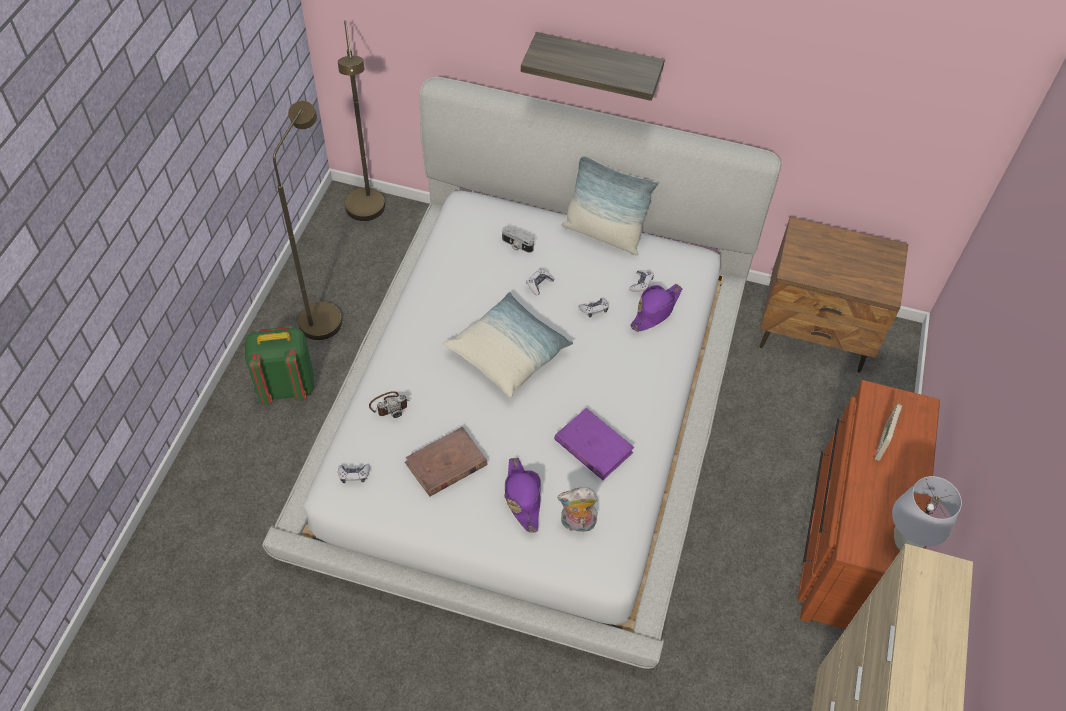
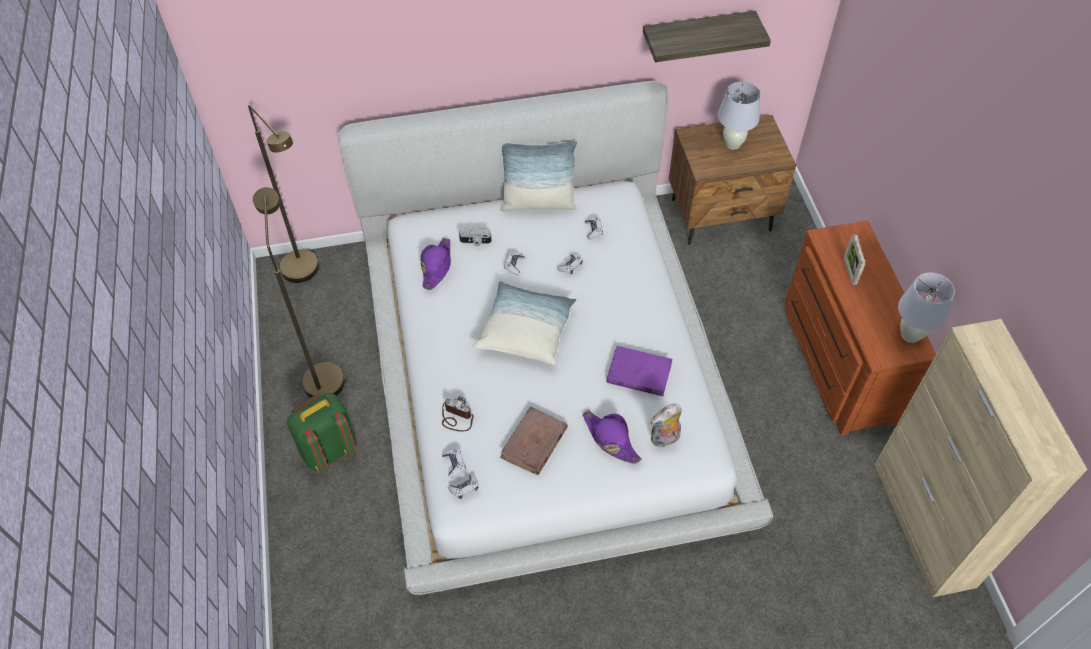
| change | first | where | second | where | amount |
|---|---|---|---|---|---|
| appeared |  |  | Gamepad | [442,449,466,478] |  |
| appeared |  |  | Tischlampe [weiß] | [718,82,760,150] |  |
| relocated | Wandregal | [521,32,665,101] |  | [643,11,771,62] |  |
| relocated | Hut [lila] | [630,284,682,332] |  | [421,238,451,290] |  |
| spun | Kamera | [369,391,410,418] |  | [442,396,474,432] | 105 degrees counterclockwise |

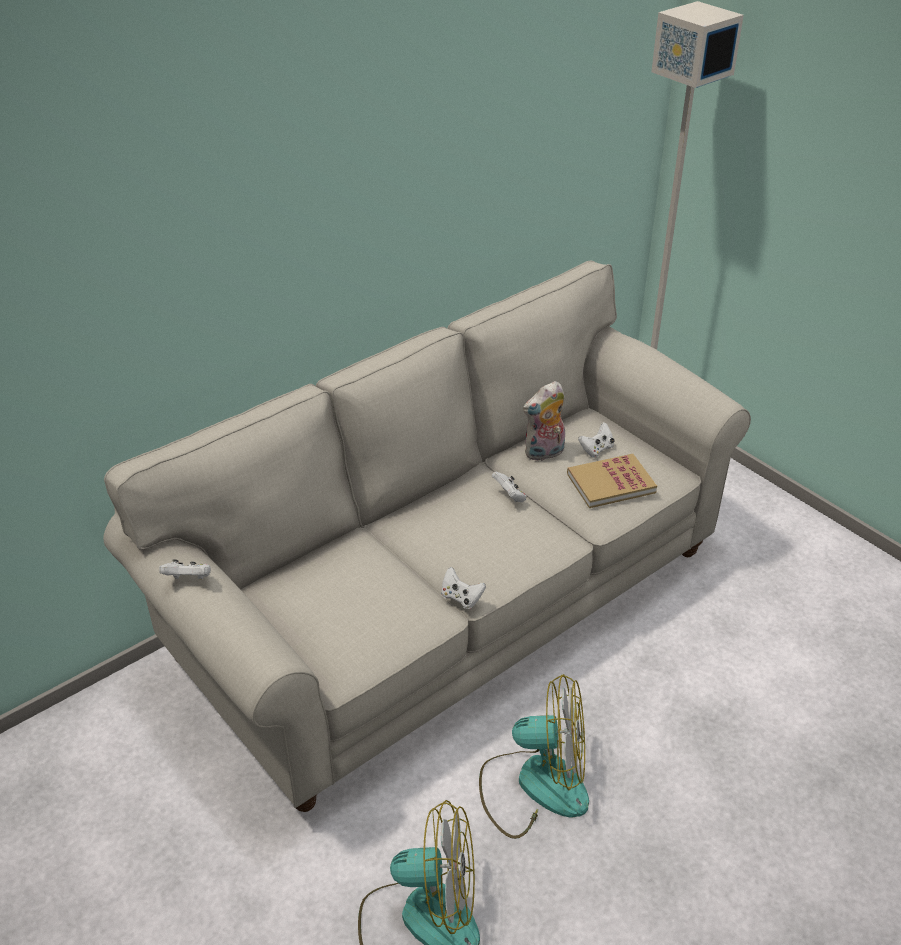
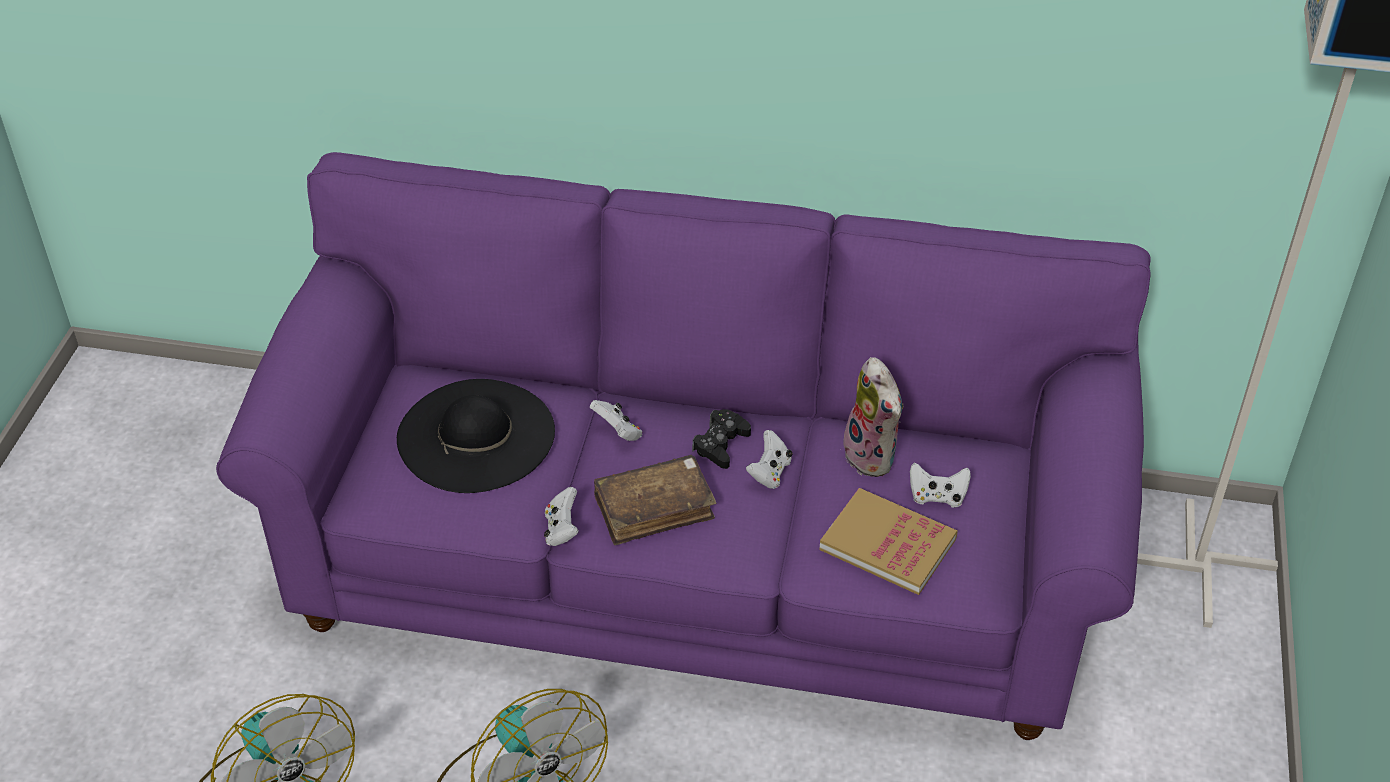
| change | first | where | second | where | amount |
|---|---|---|---|---|---|
| appeared |  |  | Hut [schwarz] | [397,379,555,493] |  |
| appeared |  |  | Buch [braun] | [594,455,716,545] |  |
| appeared |  |  | Gamepad [schwarz] | [692,409,751,469] |  |
| relocated | Gamepad [weiß] | [159,559,211,579] |  | [590,400,642,441] |  |
| colour | Sofa [beige] | [103,261,751,812] | Sofa [lila] | [216,152,1151,740] |  |
| spun | Plüschtier | [523,381,565,461] |  | [839,357,903,477] | 135 degrees counterclockwise |

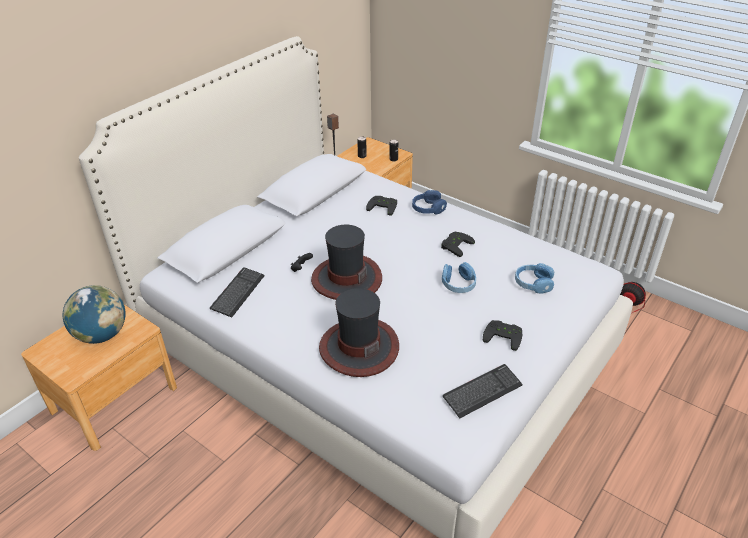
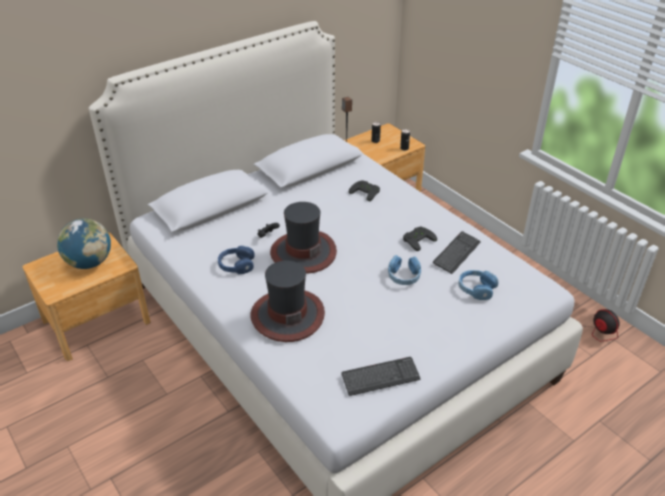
| change | first | where | second | where | amount |
|---|---|---|---|---|---|
| missing | Gamepad [schwarz] | [483,320,522,351] |  |  |  |
| relocated | Tastatur | [210,267,265,317] |  | [433,231,481,274] |  |
| relocated | Kopfhörer [blau] | [412,190,447,215] |  | [218,246,255,274] |  |

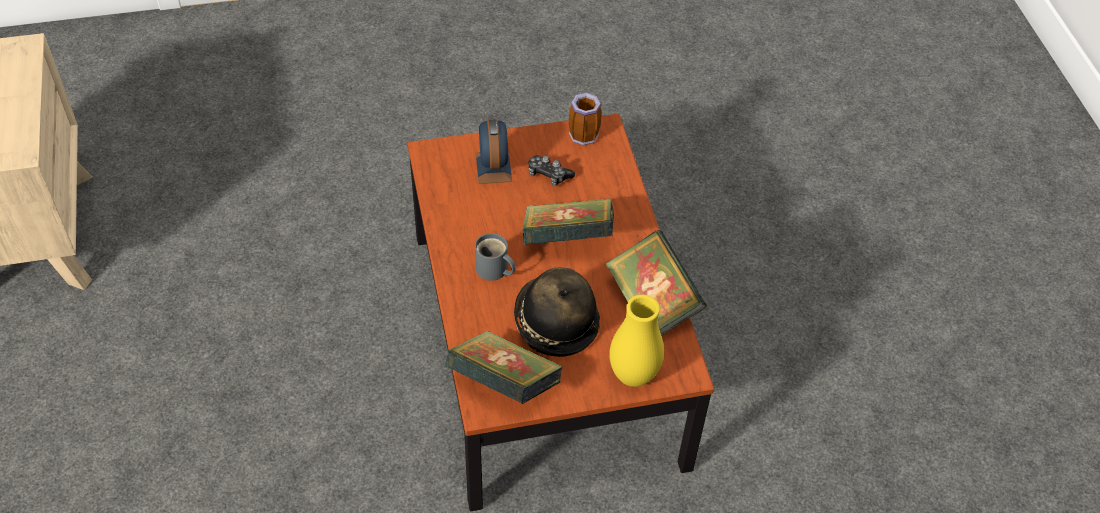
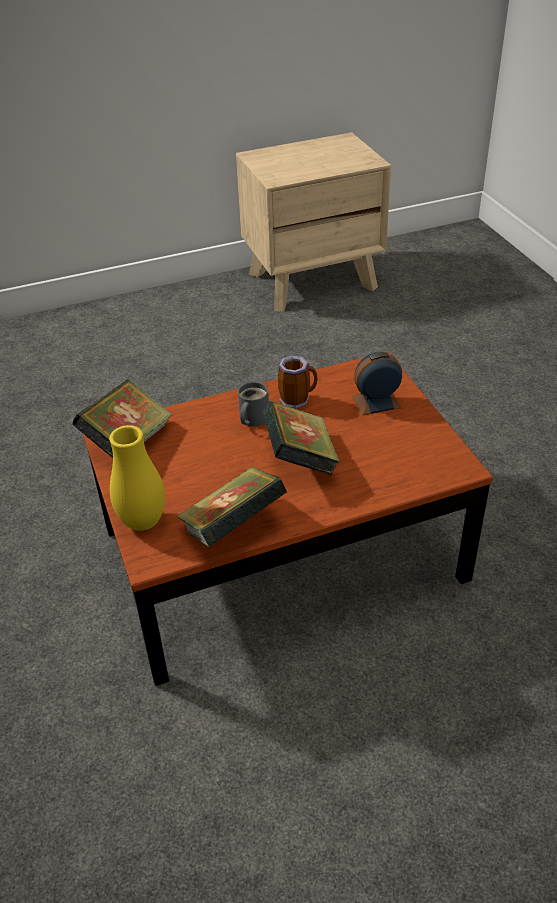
| change | first | where | second | where | amount |
|---|---|---|---|---|---|
| missing | Hut | [514,268,600,357] |  |  |  |
| missing | Gamepad | [528,155,575,186] |  |  |  |
| relocated | Henkelbecher | [569,92,602,146] |  | [278,355,318,409] |  |

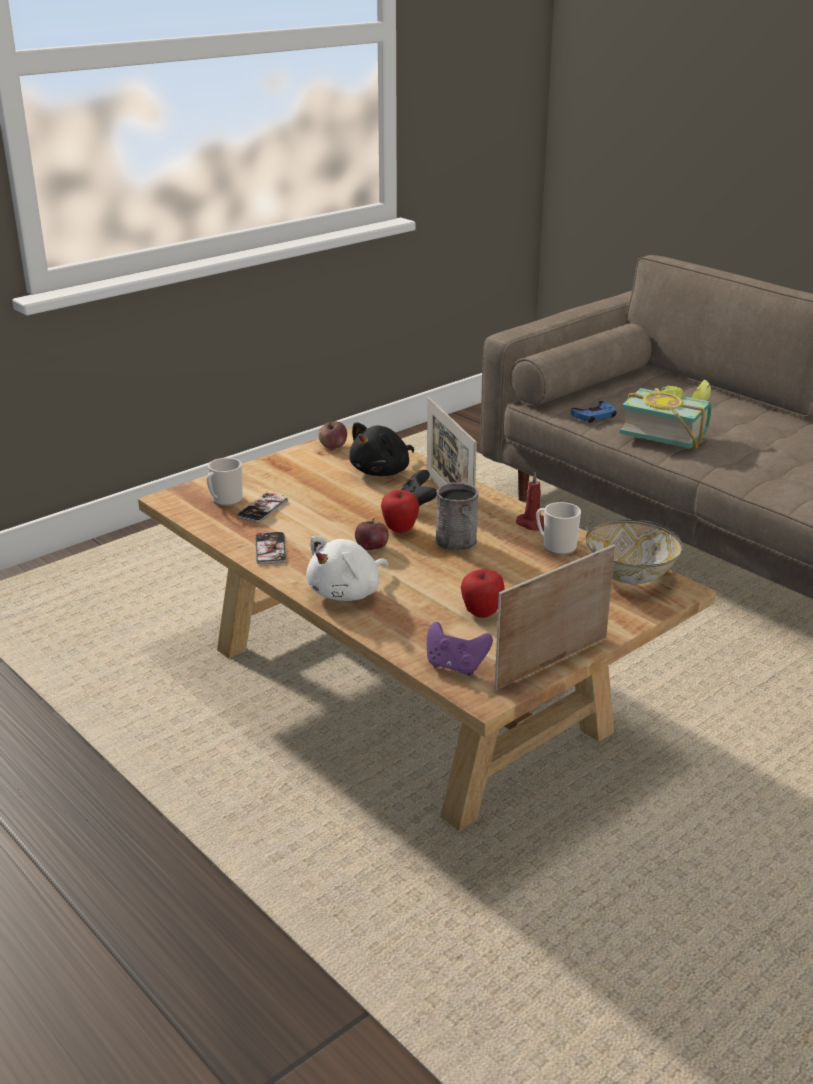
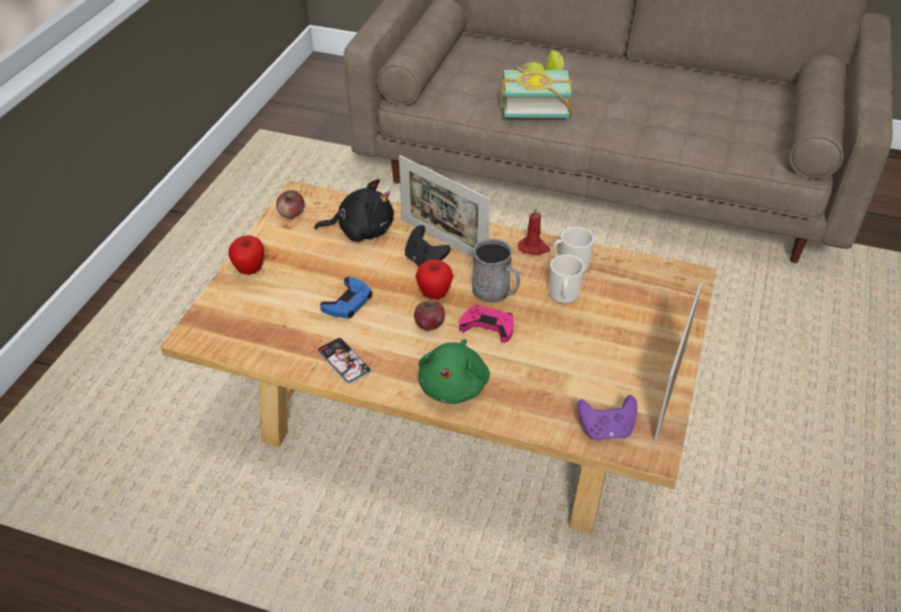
| change | first | where | second | where | amount |
|---|---|---|---|---|---|
| missing | Handy | [237,491,288,523] |  |  |  |
| missing | Schüssel | [586,520,683,584] |  |  |  |
| appeared |  |  | Gamepad [rosa] | [459,305,514,342] |  |
| relocated | Henkelbecher | [206,458,243,506] |  | [549,255,584,304] |  |
| relocated | Apfel | [461,569,505,618] |  | [228,236,264,275] |  |
| relocated | Gamepad [blau] | [571,401,617,422] |  | [320,277,372,318] |  |
| colour | Plüschtier [weiß] | [306,536,388,601] | Plüschtier [grün] | [418,339,490,404] |  |
| spun | Plüschtier [schwarz] | [349,422,414,476] |  | [314,179,394,242] | 105 degrees counterclockwise |

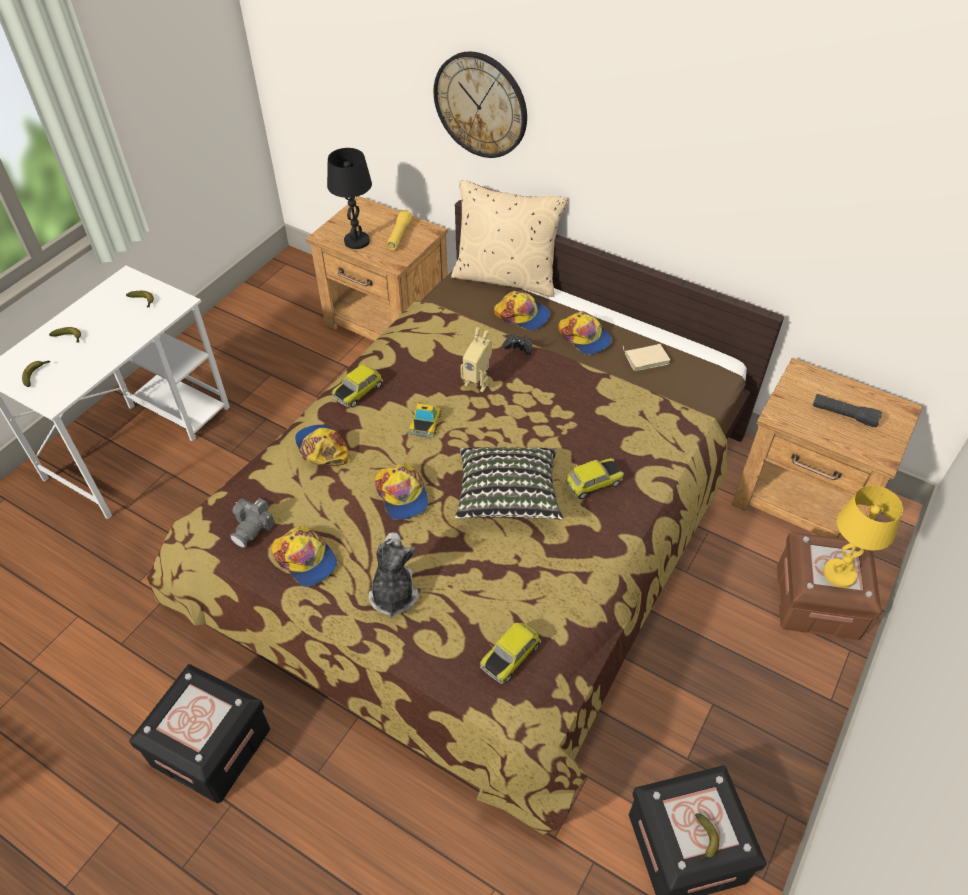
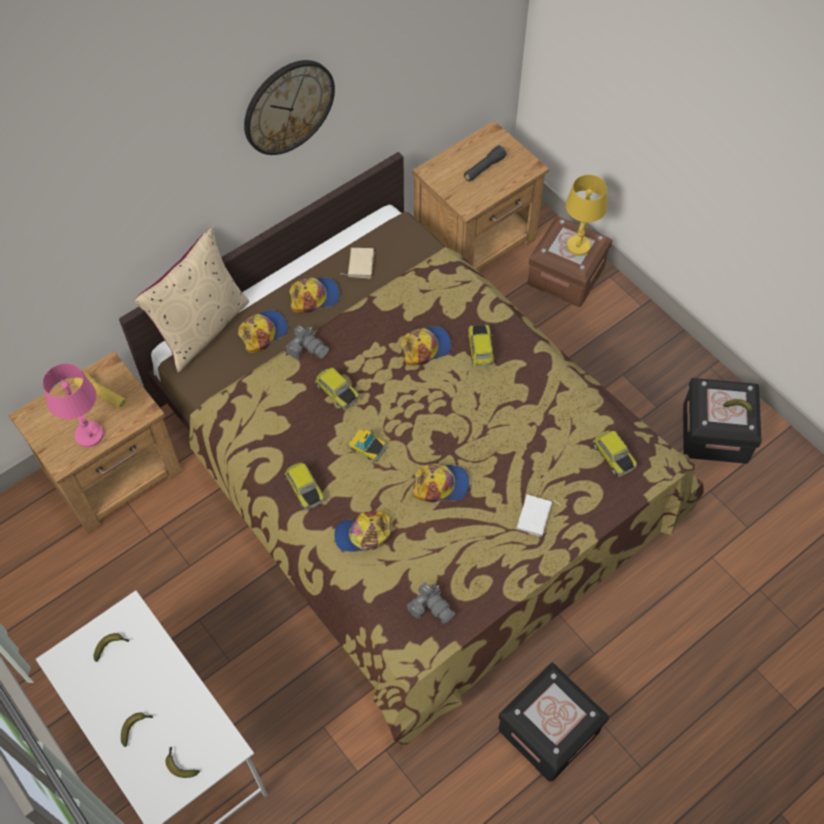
| change | first | where | second | where | amount |
|---|---|---|---|---|---|
| missing | Kissen | [455,447,563,520] |  |  |  |
| relocated | Kappe | [271,526,337,587] |  | [401,326,452,366] |  |
| relocated | Wanduhr | [433,51,527,158] |  | [244,60,335,155] |  |
| exchanged | Plüschtier | [369,532,419,618] | Buch [weiß] | [516,494,560,537] |  |
| exchanged | Spielzeugroboter | [460,327,492,392] | Spielzeugauto | [315,368,360,410] |  |
| exchanged | Gamepad [schwarz] | [502,334,532,355] | Kamera | [285,325,329,359] |  |
| colour | Tischlampe [schwarz] | [327,148,372,249] | Tischlampe [rosa] | [43,364,104,447] |  |

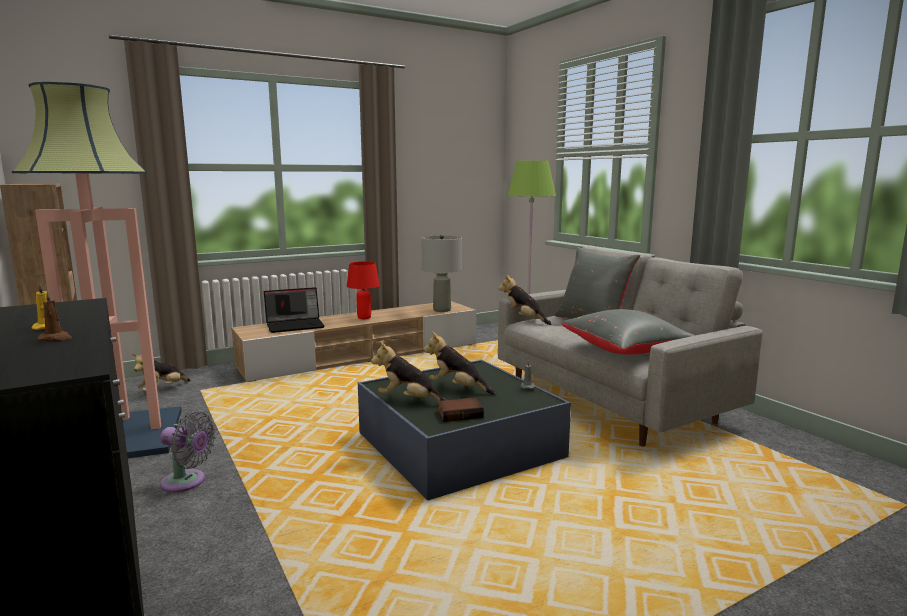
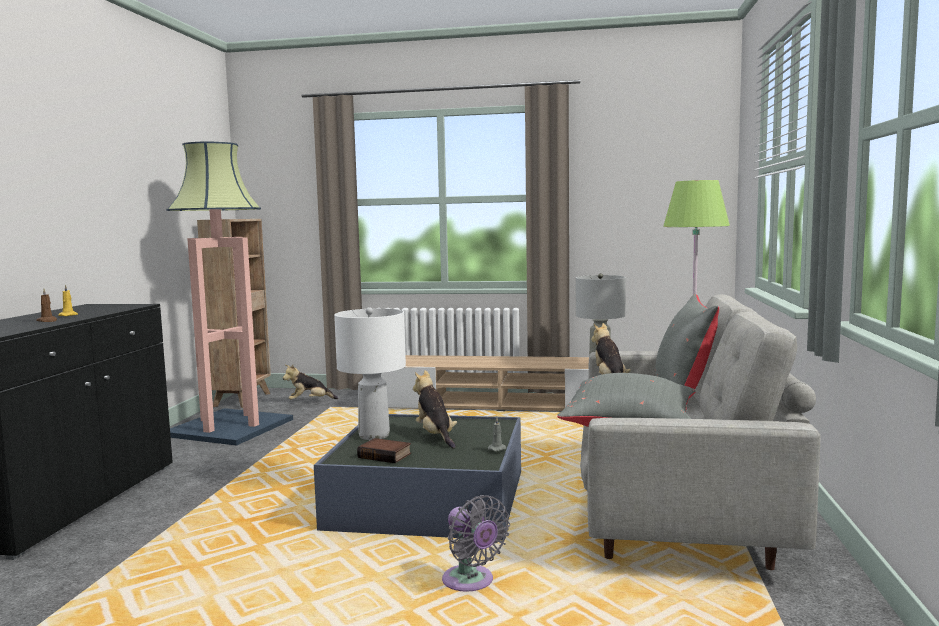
| change | first | where | second | where | amount |
|---|---|---|---|---|---|
| missing | Laptop | [264,287,325,333] |  |  |  |
| missing | Tischlampe [rot] | [347,261,380,319] |  |  |  |
| relocated | Ventilator [grau] | [160,412,216,493] |  | [442,495,510,592] |  |
| exchanged | Plüschtier | [371,341,447,401] | Tischlampe [weiß] | [334,307,406,440] |  |

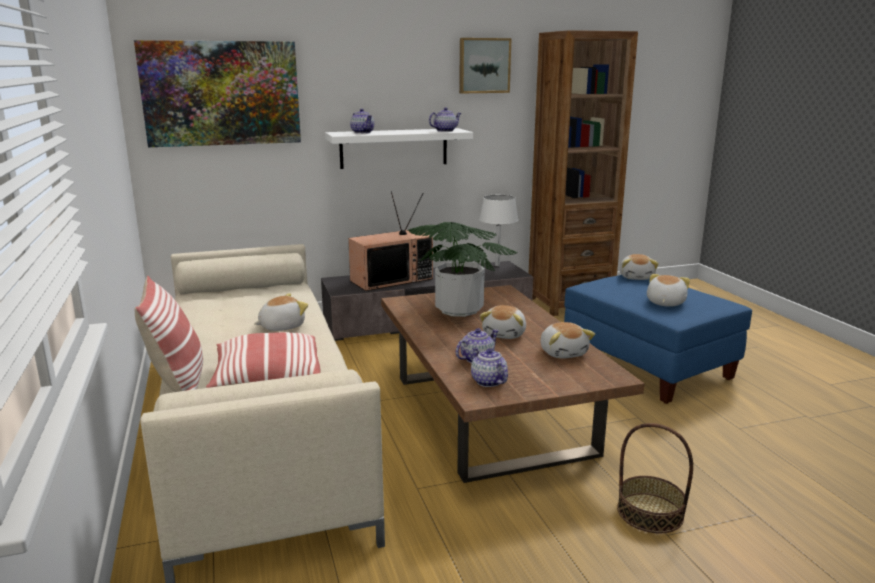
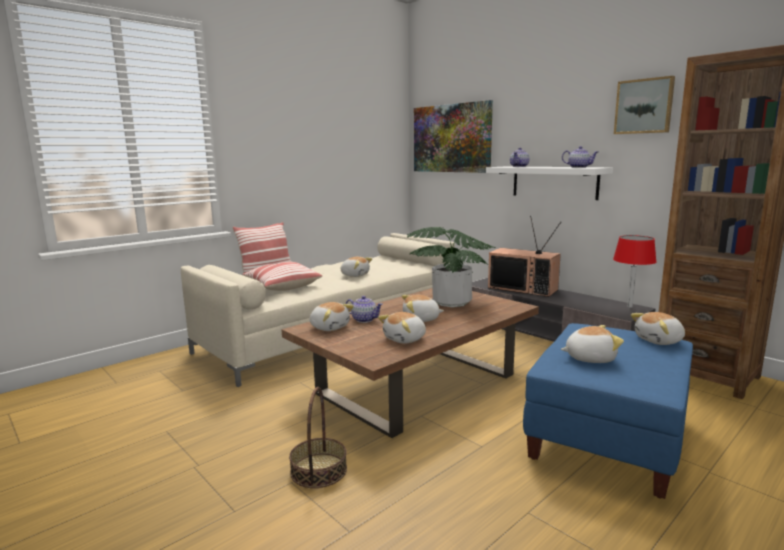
| change | first | where | second | where | amount |
|---|---|---|---|---|---|
| exchanged | Teekanne | [471,347,508,387] | Plüschtier | [310,302,354,331] |  |
| colour | Tischlampe [weiß] | [479,195,518,266] | Tischlampe [rot] | [613,235,657,308] |  |

